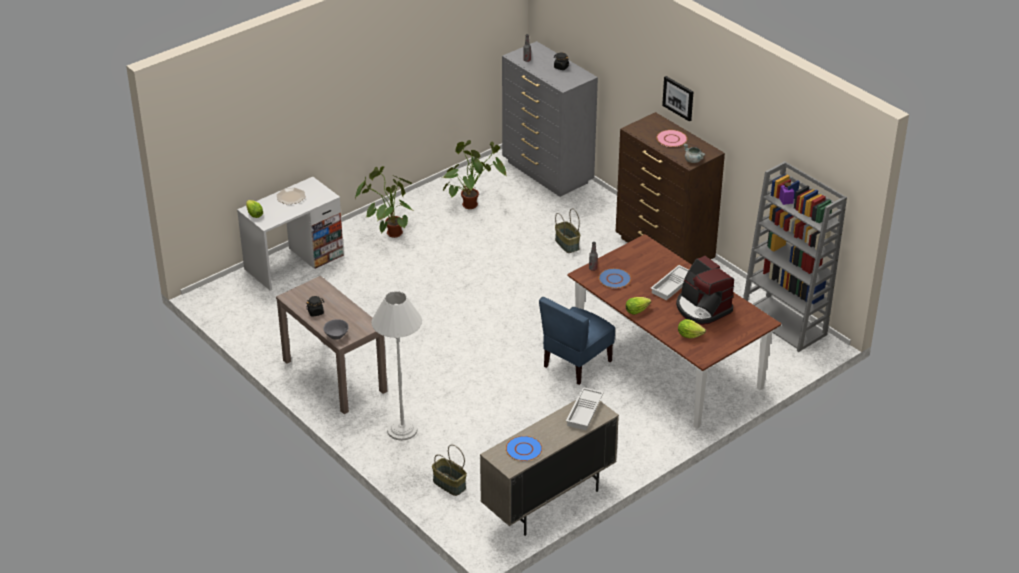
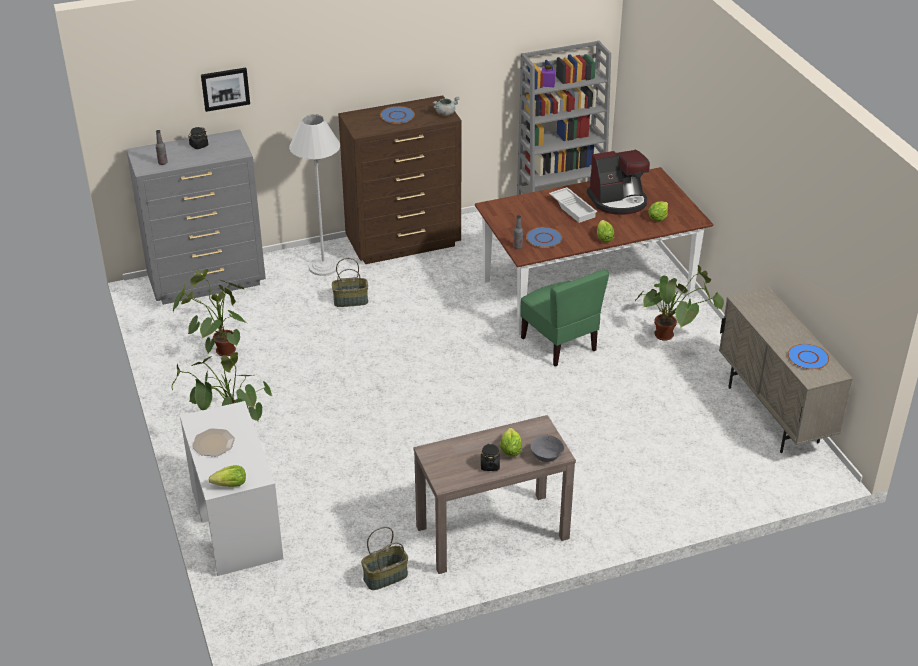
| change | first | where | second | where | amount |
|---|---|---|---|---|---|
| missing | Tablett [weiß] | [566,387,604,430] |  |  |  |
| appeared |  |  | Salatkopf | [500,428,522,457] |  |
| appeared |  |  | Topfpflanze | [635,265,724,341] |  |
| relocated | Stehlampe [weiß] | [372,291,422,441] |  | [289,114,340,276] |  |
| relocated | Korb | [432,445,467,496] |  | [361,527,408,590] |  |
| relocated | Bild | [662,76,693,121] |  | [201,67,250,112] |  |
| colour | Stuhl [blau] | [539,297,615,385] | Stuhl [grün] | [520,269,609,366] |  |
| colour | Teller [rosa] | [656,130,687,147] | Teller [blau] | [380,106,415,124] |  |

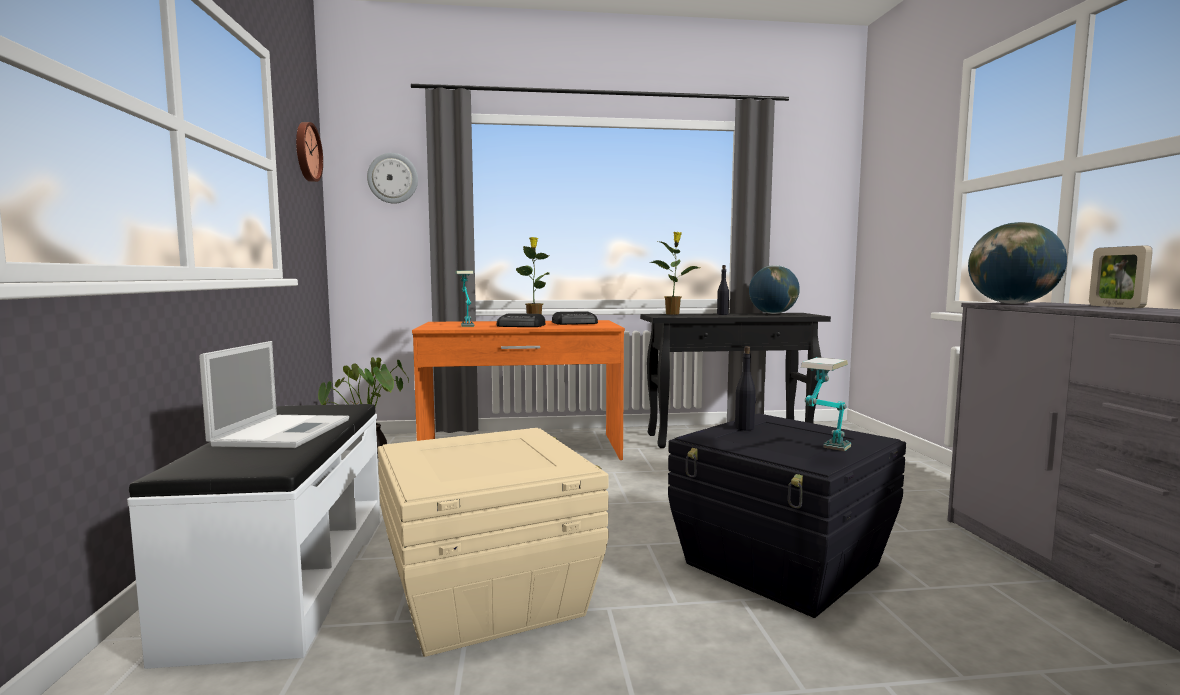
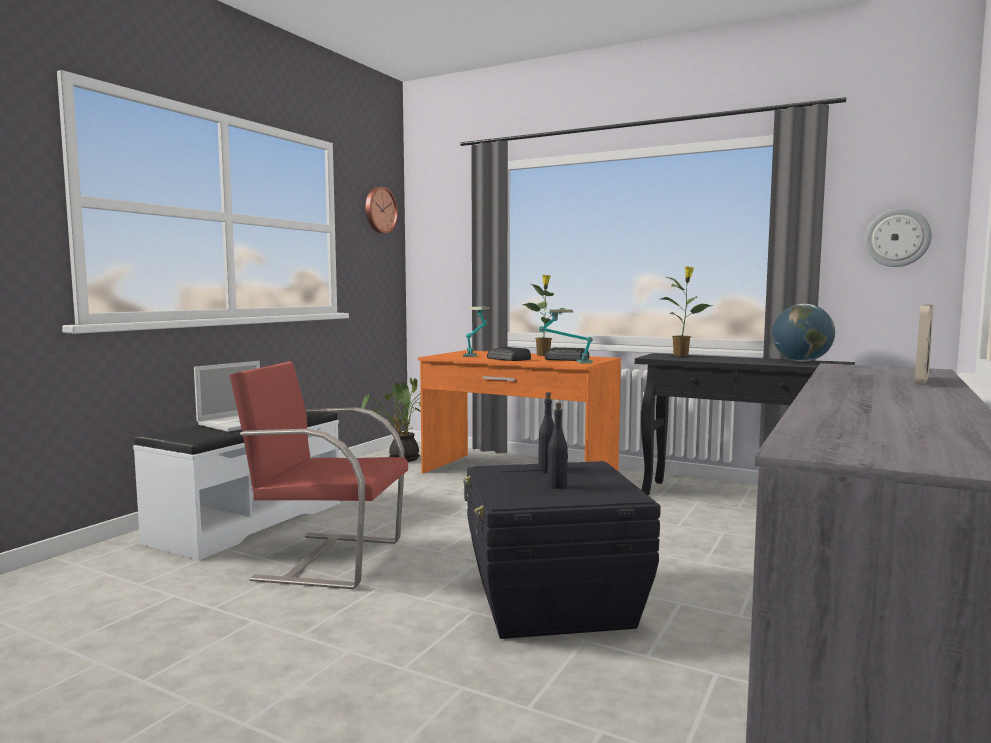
| change | first | where | second | where | amount |
|---|---|---|---|---|---|
| missing | Globus | [968,222,1067,304] |  |  |  |
| relocated | Wanduhr | [367,153,418,204] |  | [865,208,932,267] |  |
| relocated | Flasche [schwarz] | [717,265,729,315] |  | [548,402,568,489] |  |
| relocated | Tischlampe | [801,357,851,451] |  | [539,309,593,364] |  |
| exchanged | Aufbewahrungsbox [beige] | [378,428,608,657] | Stuhl [rot] | [229,361,408,589] |  |

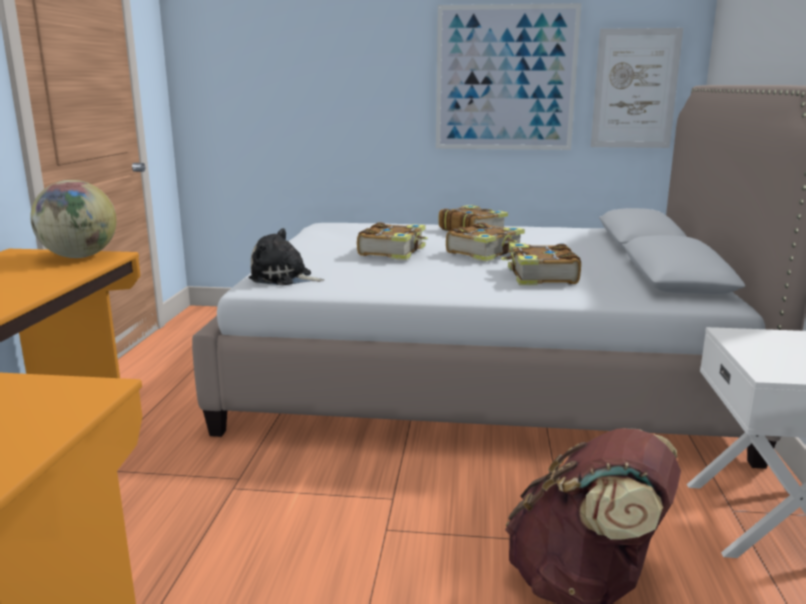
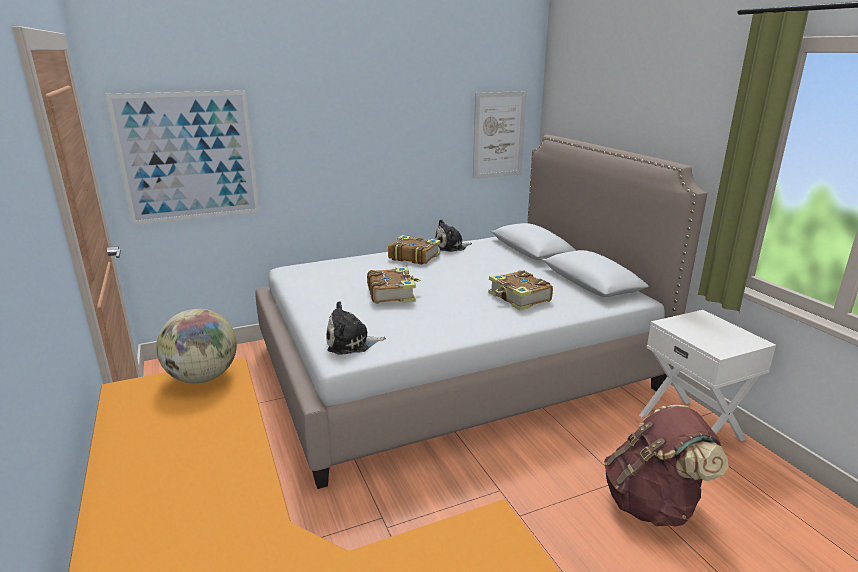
| change | first | where | second | where | amount |
|---|---|---|---|---|---|
| missing | Buch | [446,222,525,261] |  |  |  |
| appeared |  |  | Plüschtier | [435,219,472,252] |  |
| relocated | Bild | [436,3,581,150] |  | [105,90,260,225] |  |

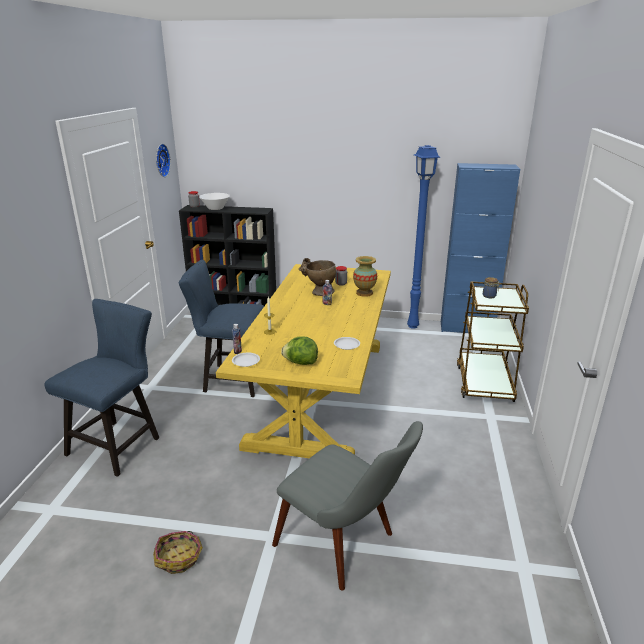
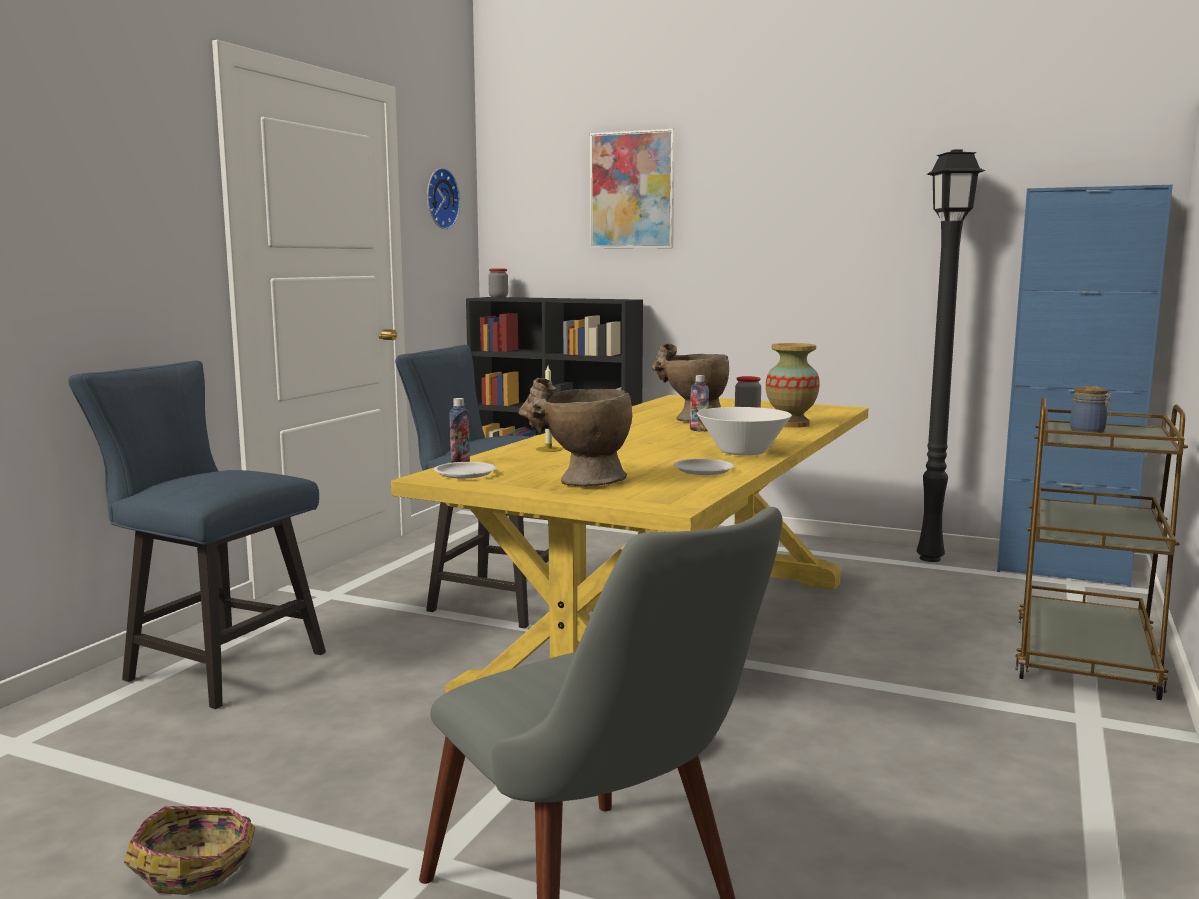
| change | first | where | second | where | amount |
|---|---|---|---|---|---|
| appeared |  |  | Bild | [590,129,675,249] |  |
| relocated | Schüssel [weiß] | [199,193,230,210] |  | [697,407,792,456] |  |
| exchanged | Salatkopf | [281,336,318,365] | Vase [beige] | [519,378,632,486] |  |
| colour | Stehlampe [blau] | [407,145,440,329] | Stehlampe [schwarz] | [916,150,985,562] |  |
| spun | Stuhl [blau] | [45,299,159,477] |  | [68,361,326,709] | 105 degrees counterclockwise |

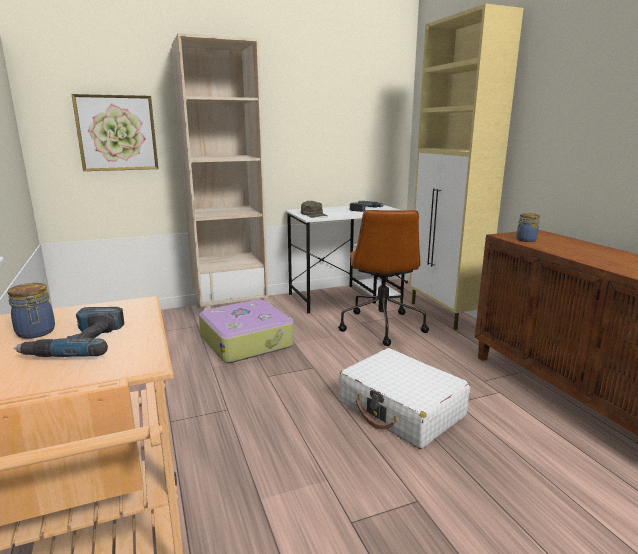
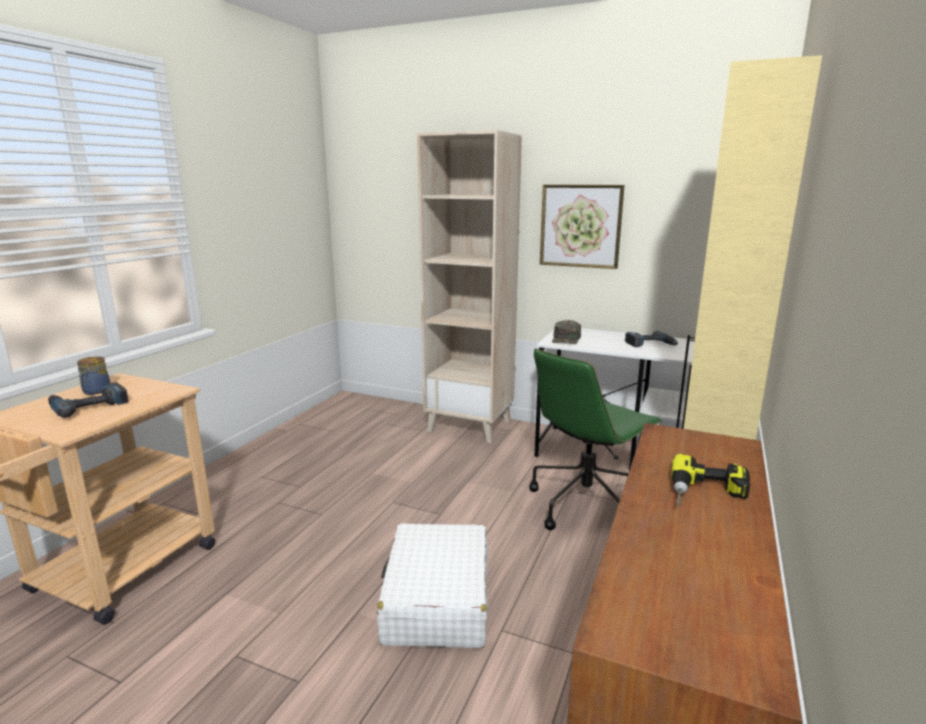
| change | first | where | second | where | amount |
|---|---|---|---|---|---|
| missing | Koffer | [199,299,294,363] |  |  |  |
| missing | Vorratsglas | [517,213,540,242] |  |  |  |
| appeared |  |  | Bohrmaschine | [671,454,750,506] |  |
| relocated | Bild | [71,94,159,171] |  | [540,185,625,269] |  |
| colour | Bürostuhl [braun] | [338,210,429,346] | Bürostuhl [grün] | [529,349,663,530] |  |

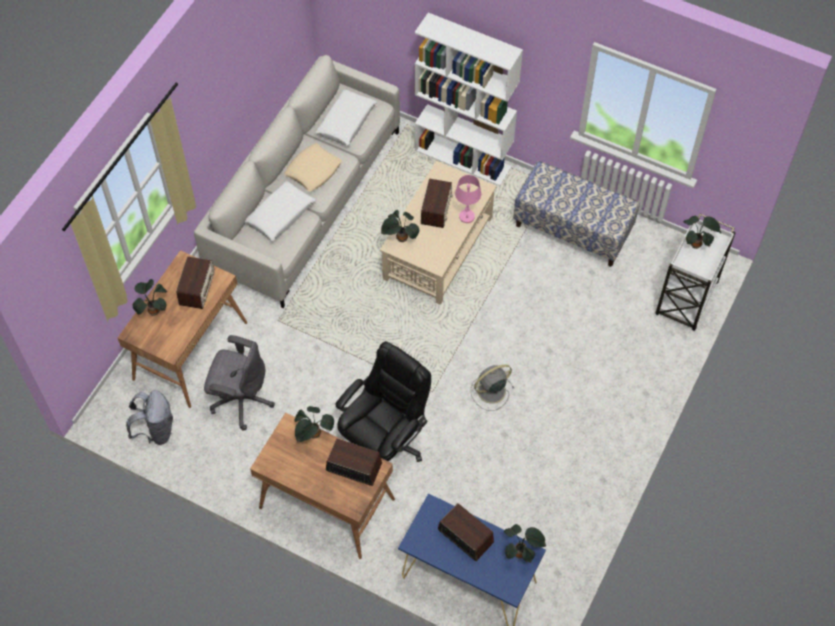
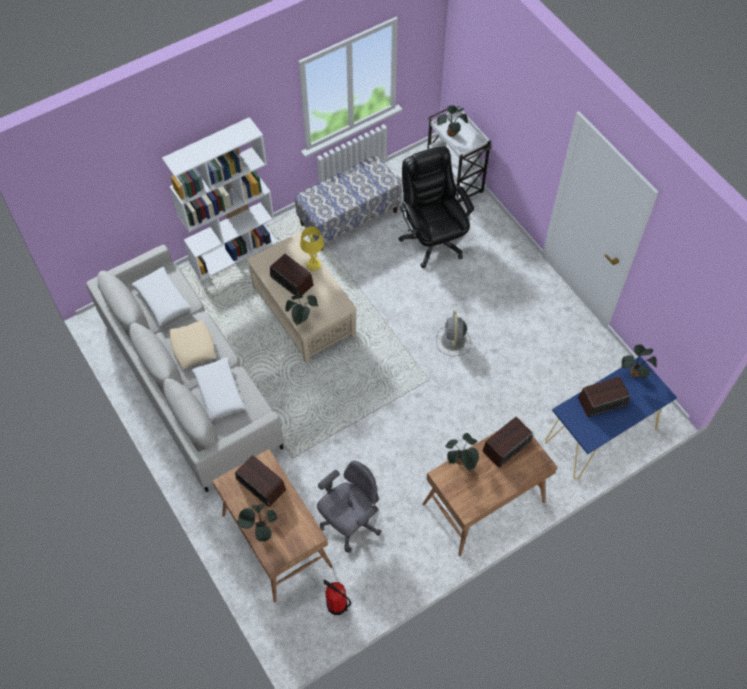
| change | first | where | second | where | amount |
|---|---|---|---|---|---|
| relocated | Bürostuhl [schwarz] | [335,341,431,462] |  | [399,146,474,268] |  |
| exchanged | Rucksack [grau] | [126,390,173,445] | Feuerlöscher | [323,580,351,615] |  |
| colour | Tischlampe [rosa] | [455,175,481,223] | Tischlampe [gelb] | [300,227,324,271] |  |

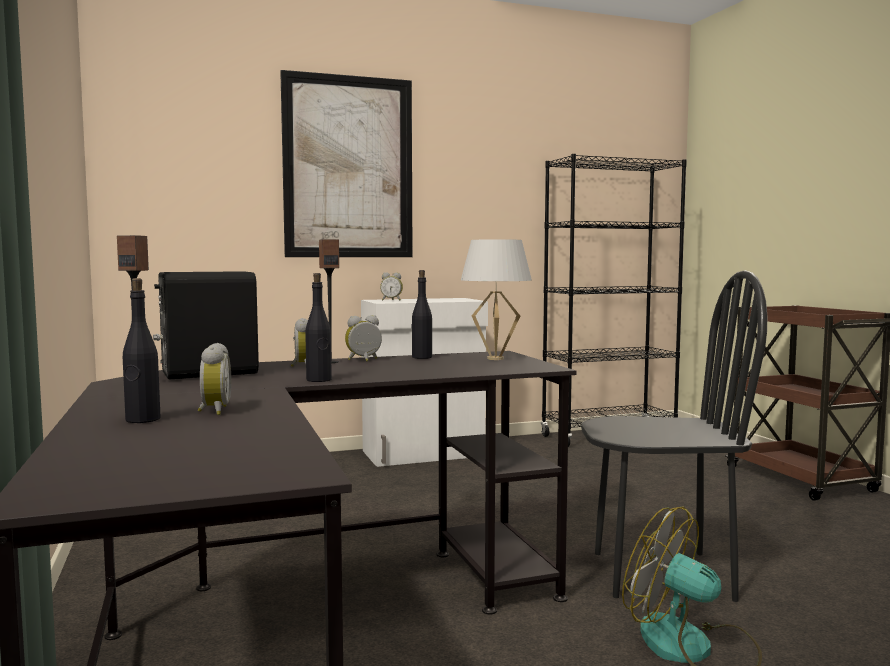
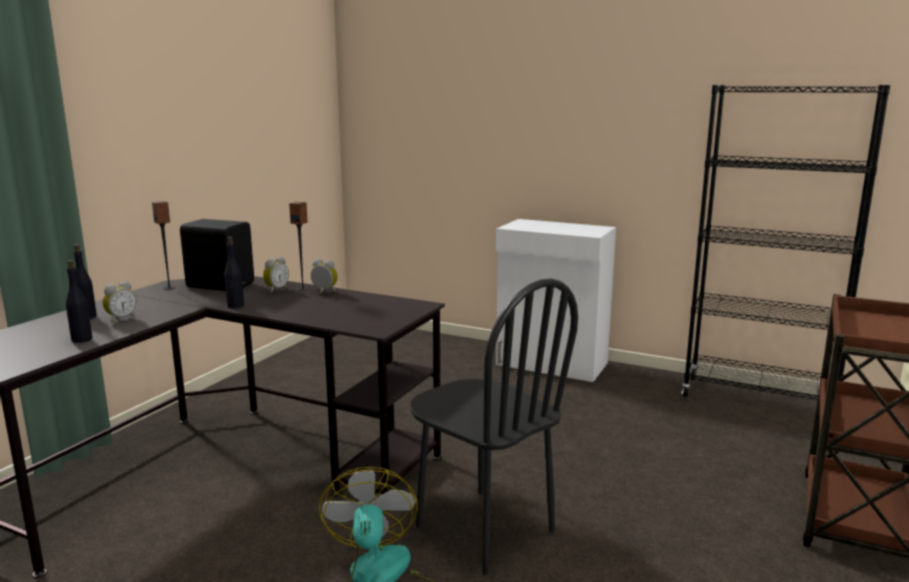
| change | first | where | second | where | amount |
|---|---|---|---|---|---|
| missing | Bild | [280,70,413,257] |  |  |  |
| missing | Wecker | [380,272,403,301] |  |  |  |
| missing | Tischlampe [weiß] | [461,239,532,360] |  |  |  |
| relocated | Flasche [schwarz] | [411,270,432,359] |  | [66,260,92,343] |  |

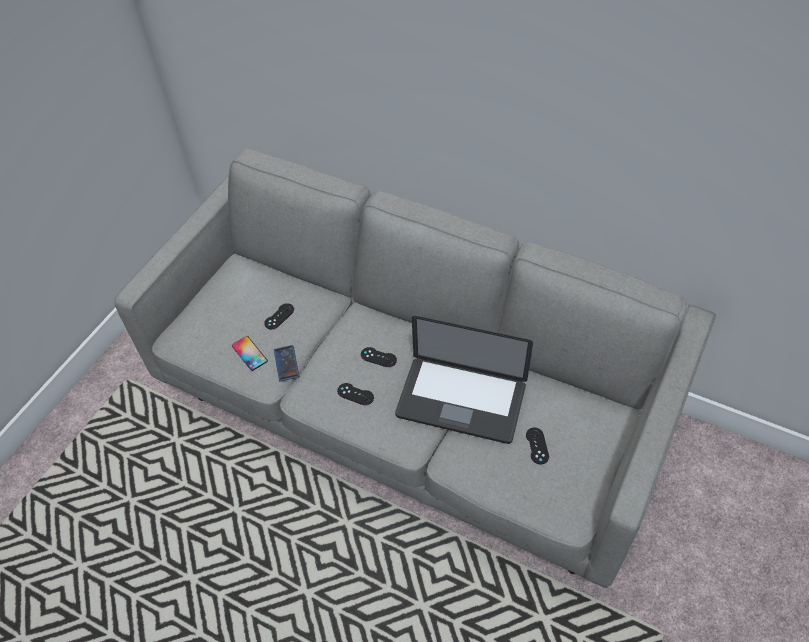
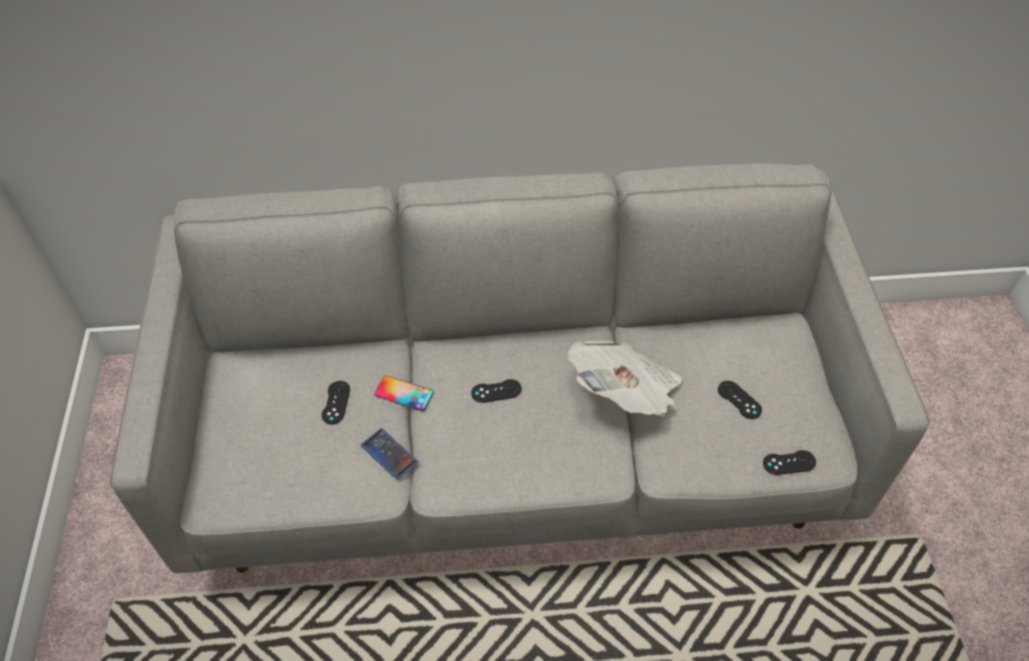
| change | first | where | second | where | amount |
|---|---|---|---|---|---|
| relocated | Handy | [232,336,268,371] |  | [374,376,434,411] |  |
| relocated | Gamepad [schwarz] | [337,383,374,405] |  | [763,450,816,475] |  |
| exchanged | Laptop | [395,316,533,444] | Zeitung | [568,341,682,416] |  |

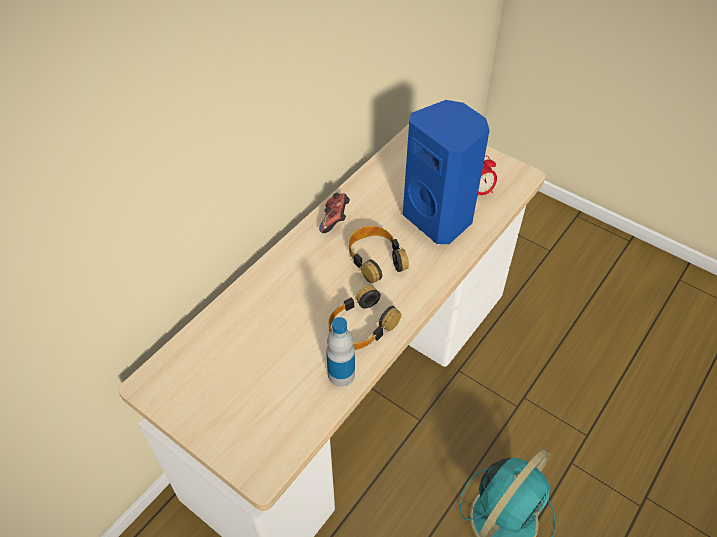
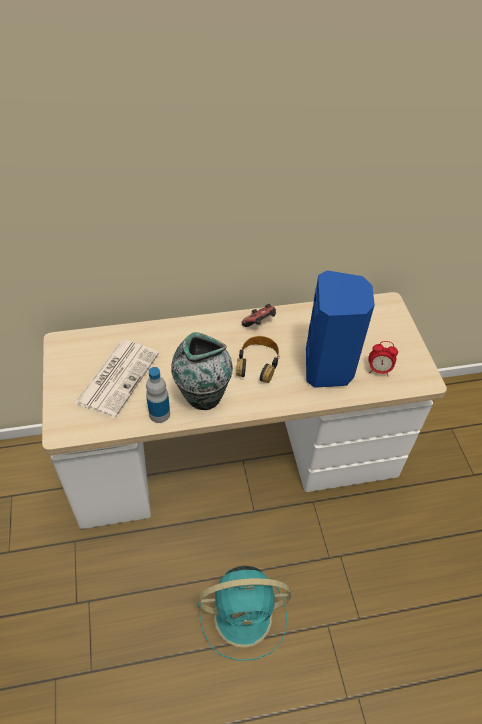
| change | first | where | second | where | amount |
|---|---|---|---|---|---|
| appeared |  |  | Zeitung | [75,340,159,418] |  |
| exchanged | Kopfhörer | [328,285,402,350] | Vase | [171,332,233,410] |  |

